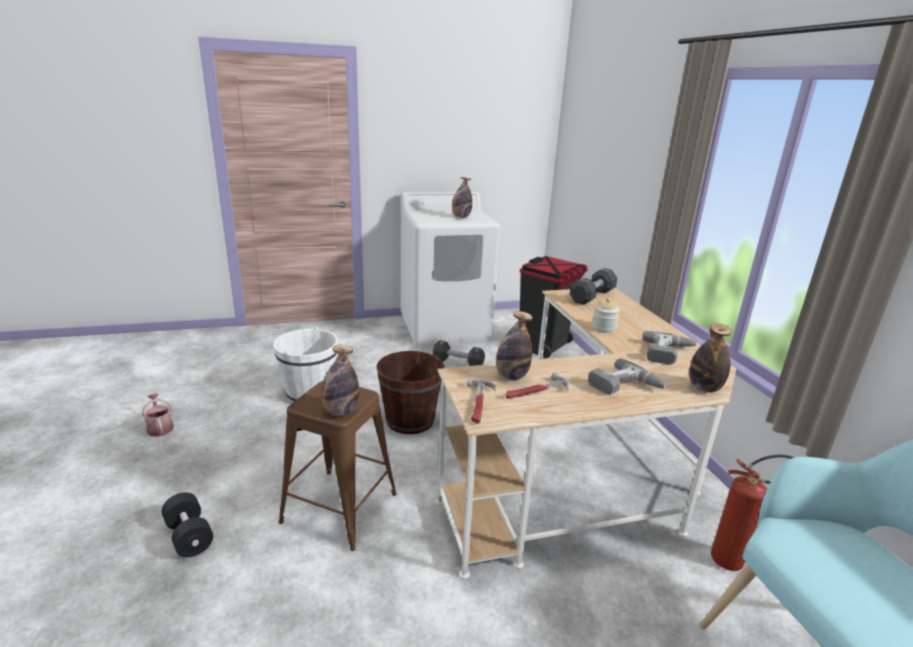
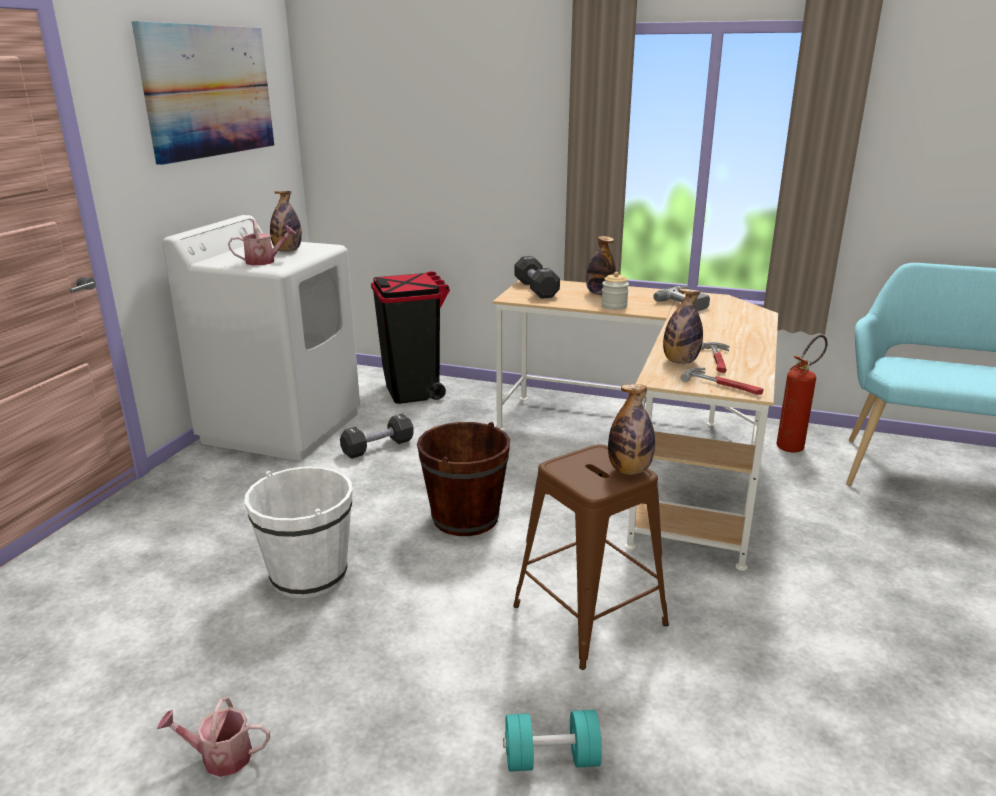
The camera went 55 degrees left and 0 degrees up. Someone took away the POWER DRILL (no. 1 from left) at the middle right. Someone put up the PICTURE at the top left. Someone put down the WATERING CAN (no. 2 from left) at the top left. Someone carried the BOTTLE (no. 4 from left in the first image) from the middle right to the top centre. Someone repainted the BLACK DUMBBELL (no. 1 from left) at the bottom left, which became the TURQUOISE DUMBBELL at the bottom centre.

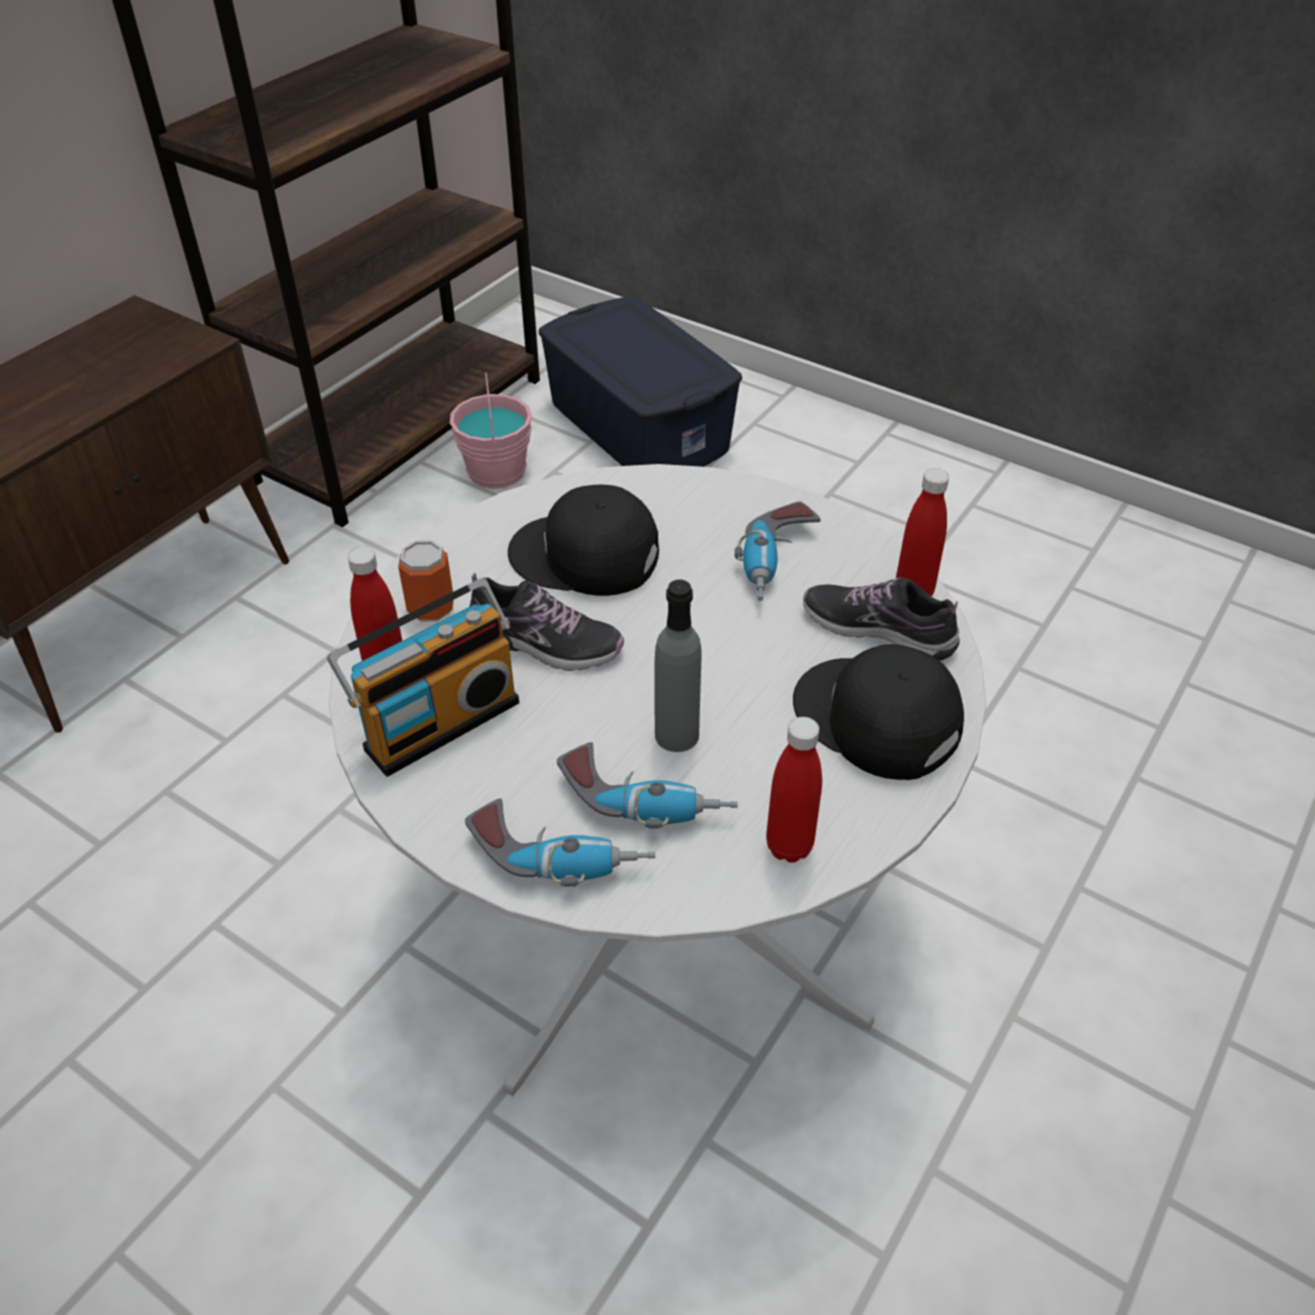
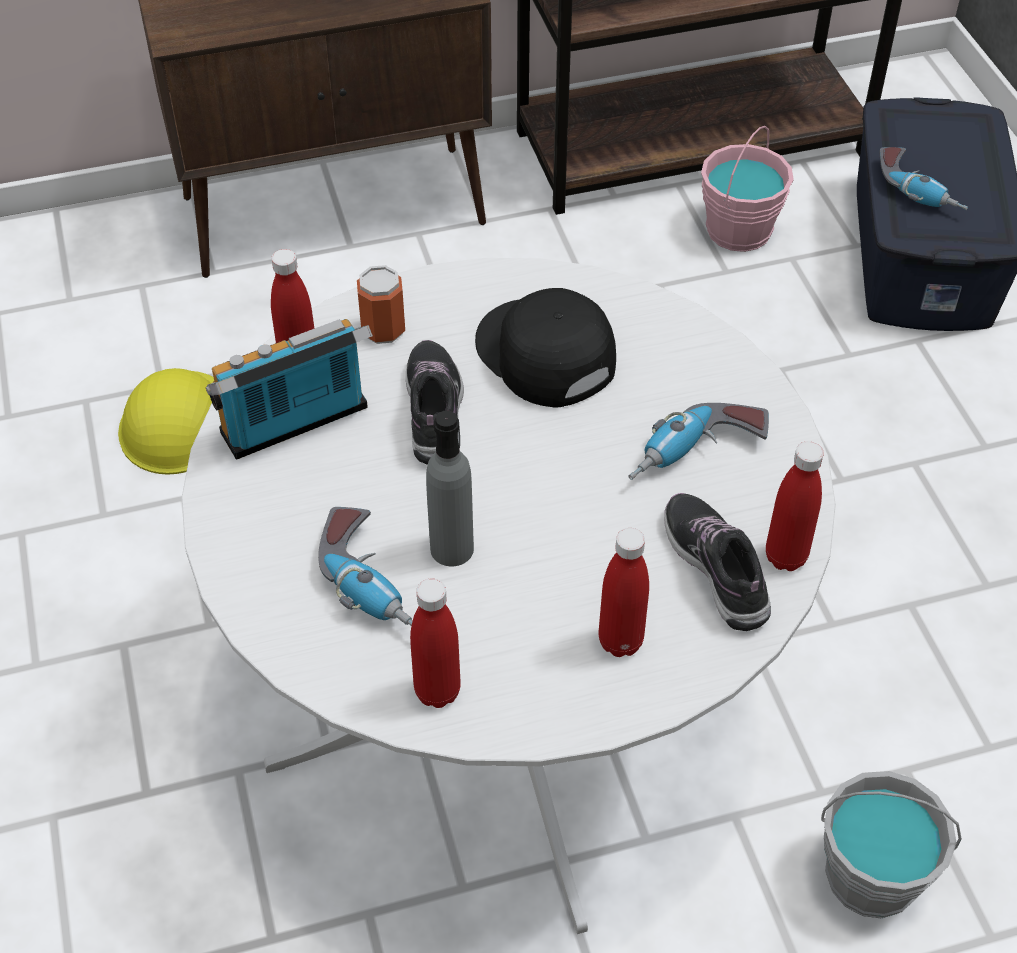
The camera went 40 degrees right and 5 degrees up. Someone put down the YELLOW HARD HAT at the middle left. Someone put down the GREY BUCKET at the bottom right. Someone carried the POWER DRILL (no. 1 from left in the first image) from the centre to the top right. Someone swapped the BLACK CAP (no. 2 from left) at the middle right for the RED BOTTLE (no. 3 from left) at the centre. Someone rotated the RADIO at the middle left by 150 degrees clockwise. Someone rotated the SHOE (no. 1 from left) at the centre by 150 degrees counterclockwise.

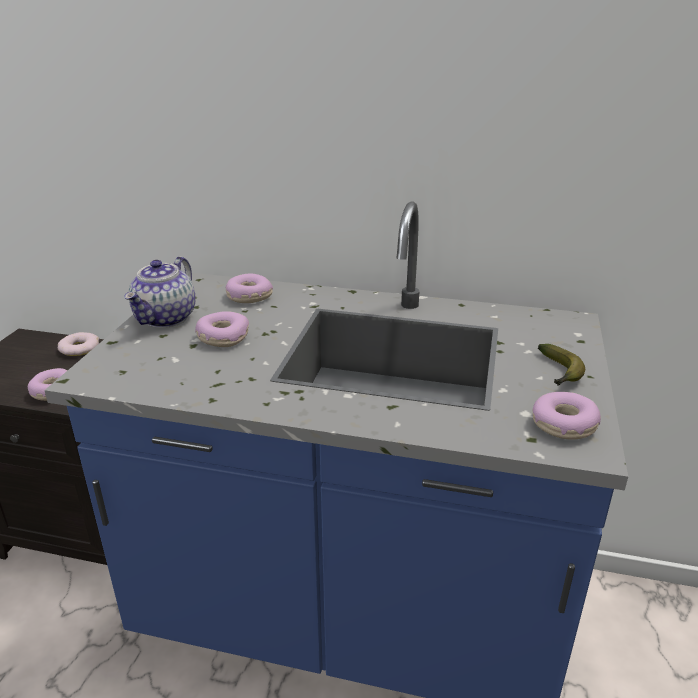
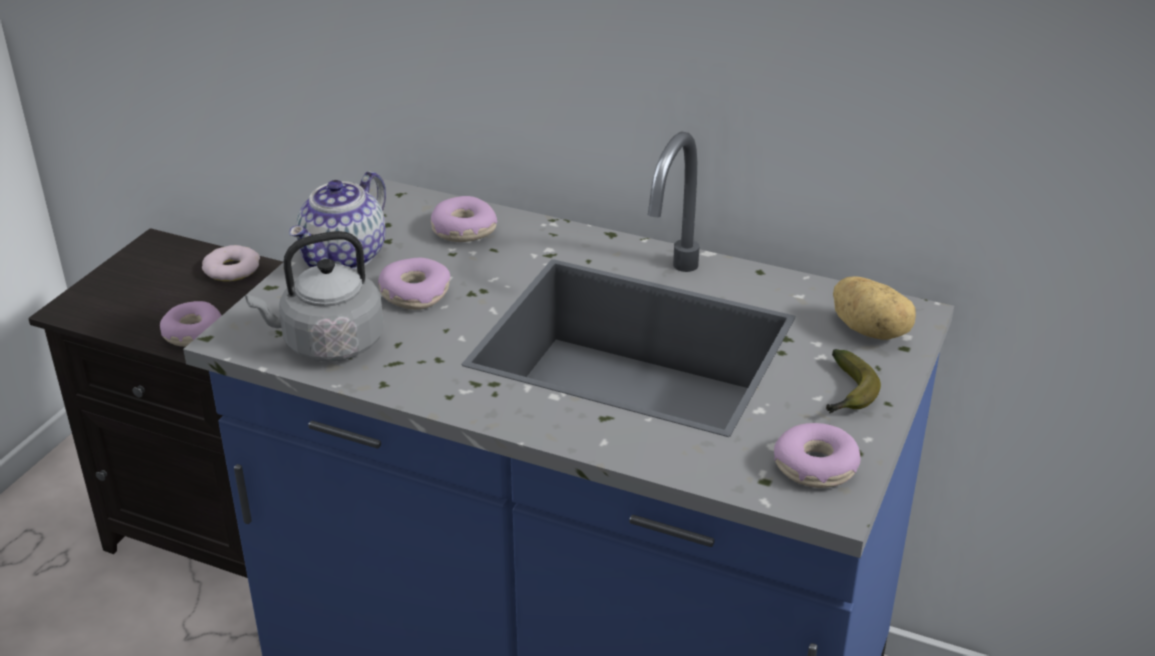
The camera went 10 degrees right and 5 degrees up. Someone put down the GREY KETTLE at the middle left. Someone put down the POTATO at the middle right.

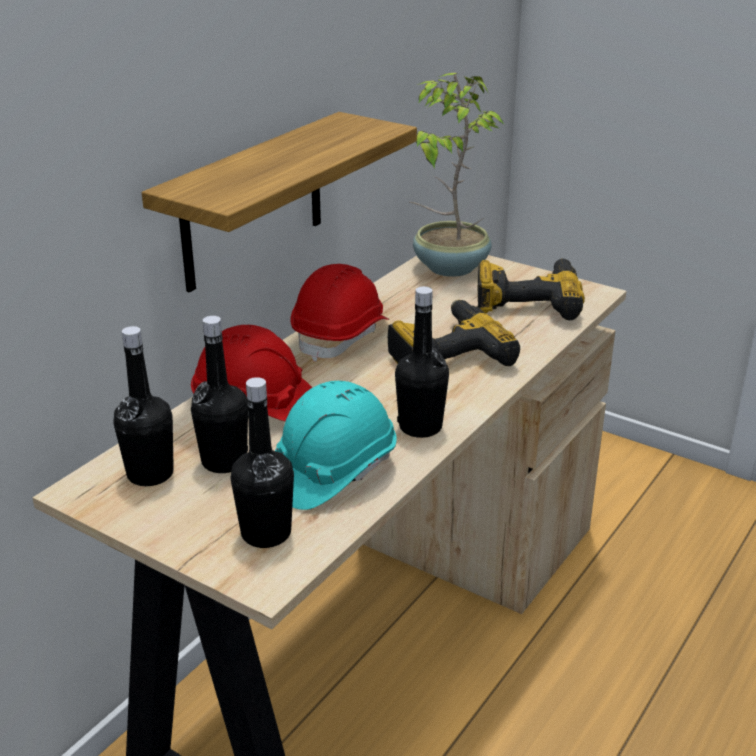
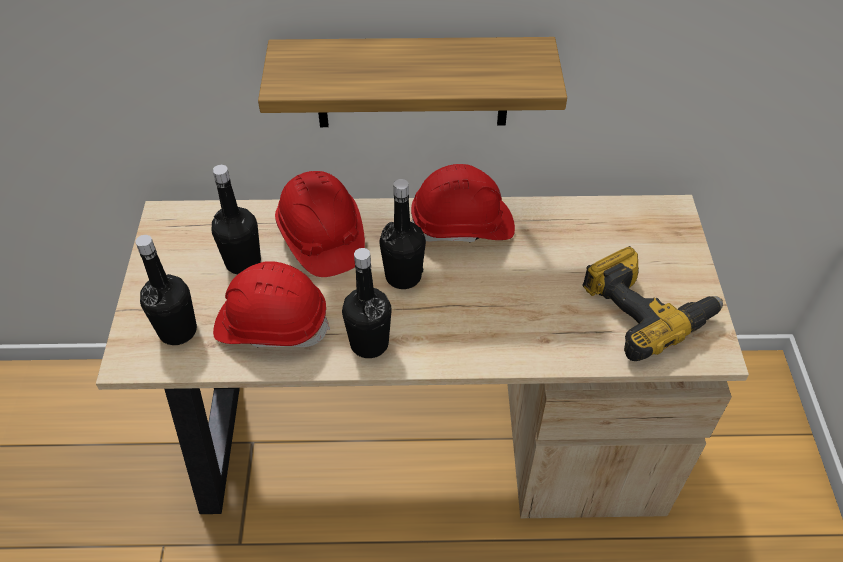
The camera went 55 degrees right and 20 degrees up. Someone took away the POWER DRILL (no. 1 from left) at the centre. Someone took away the POTTED PLANT at the top centre. Someone carried the BLACK BOTTLE (no. 1 from left in the first image) from the middle left to the centre. Someone repainted the TURQUOISE HARD HAT at the centre, which became the RED HARD HAT (no. 1 from left) at the middle left.

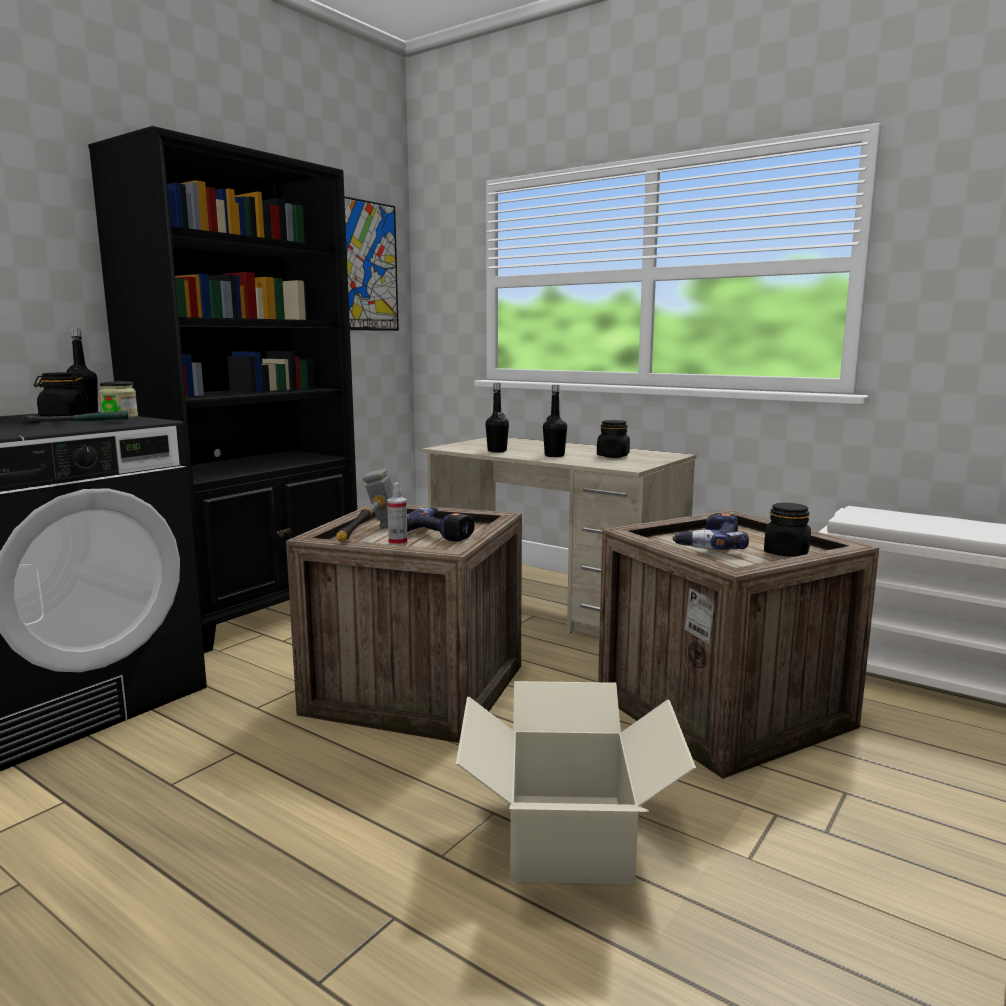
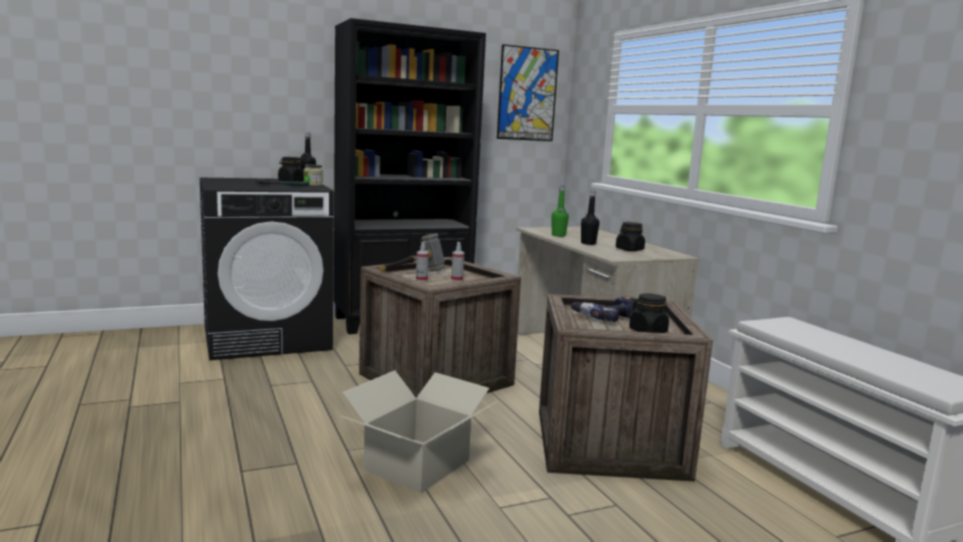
The camera went 30 degrees right and 0 degrees up. Someone swapped the POWER DRILL (no. 1 from left) at the centre for the SPRAY BOTTLE (no. 2 from left) at the centre. Someone repainted the BLACK BOTTLE (no. 2 from left) at the centre, which became the GREEN BOTTLE at the centre.

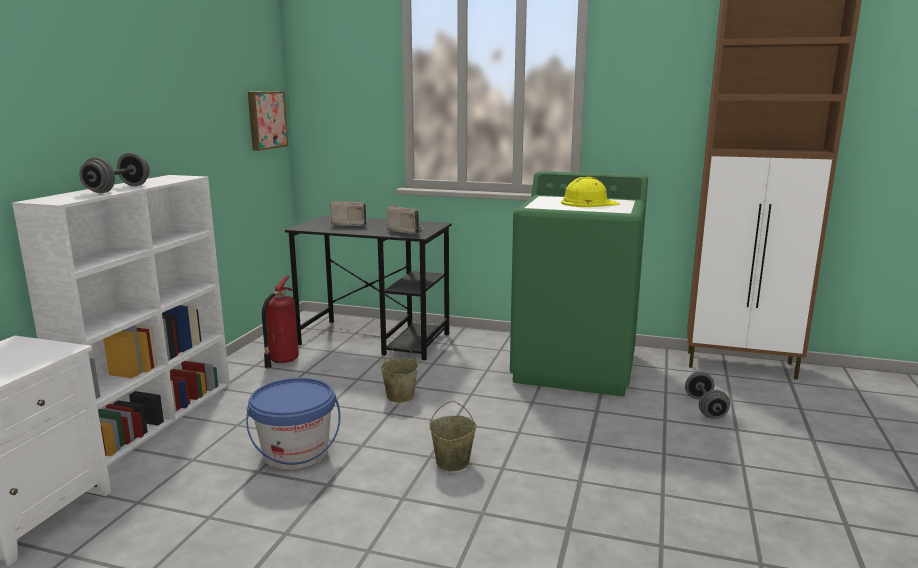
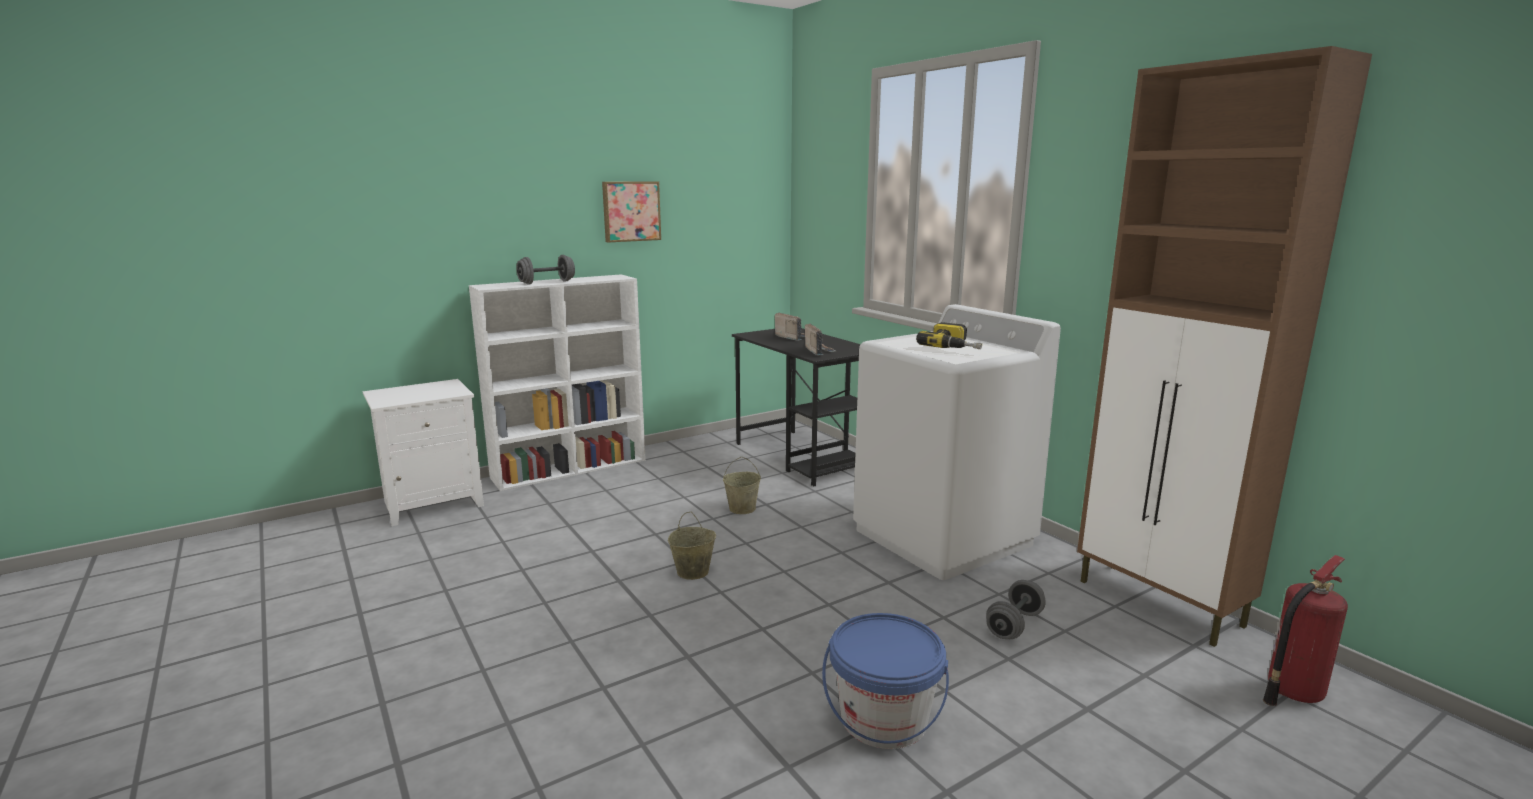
The camera went 40 degrees right and 0 degrees up. Someone carried the BLUE BUCKET from the bottom left to the bottom centre. Someone carried the PICTURE from the top left to the top centre. Someone carried the FIRE EXTINGUISHER from the middle left to the bottom right. Someone swapped the YELLOW HARD HAT at the centre for the POWER DRILL at the centre. Someone repainted the GREEN WASHING MACHINE at the centre, which became the WHITE WASHING MACHINE at the centre.

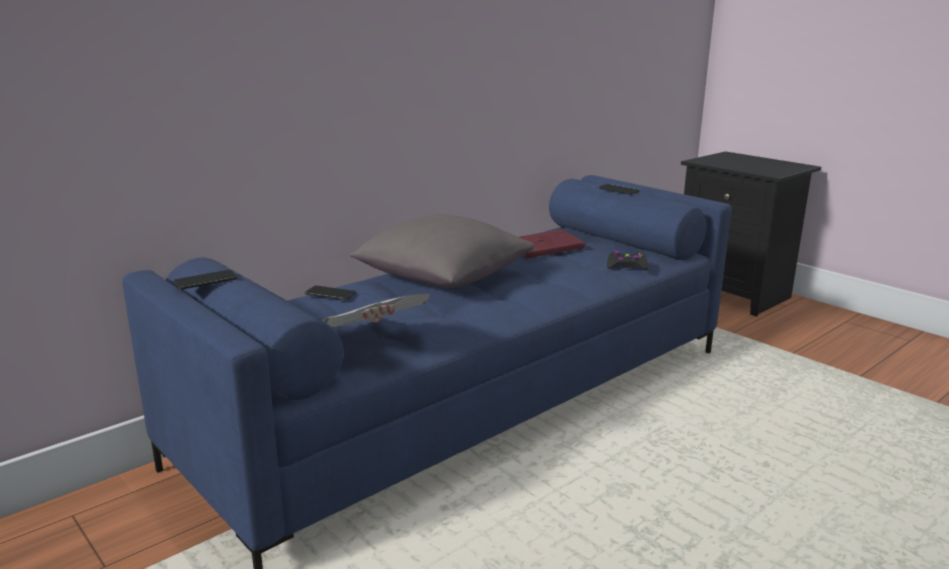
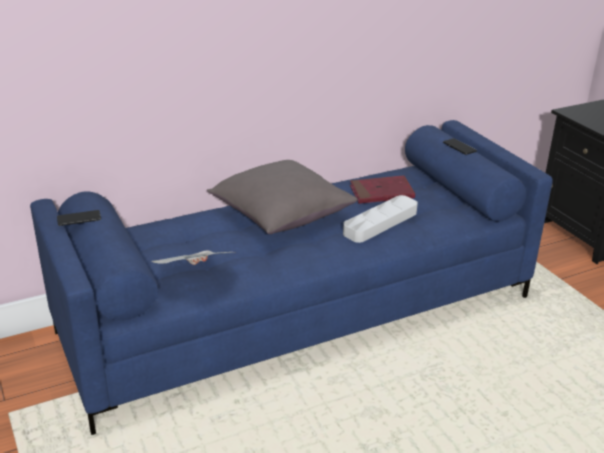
The camera went 15 degrees right and 10 degrees up. Someone took away the PHONE (no. 2 from left) at the centre. Someone took away the BLACK GAME CONTROLLER at the centre. Someone put down the GREY TRAY at the centre.

